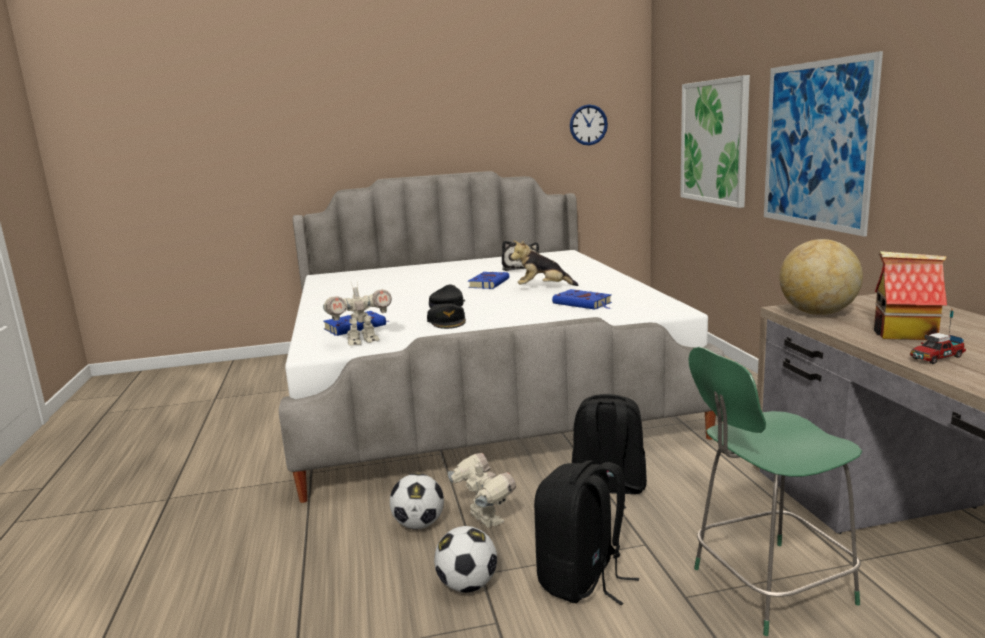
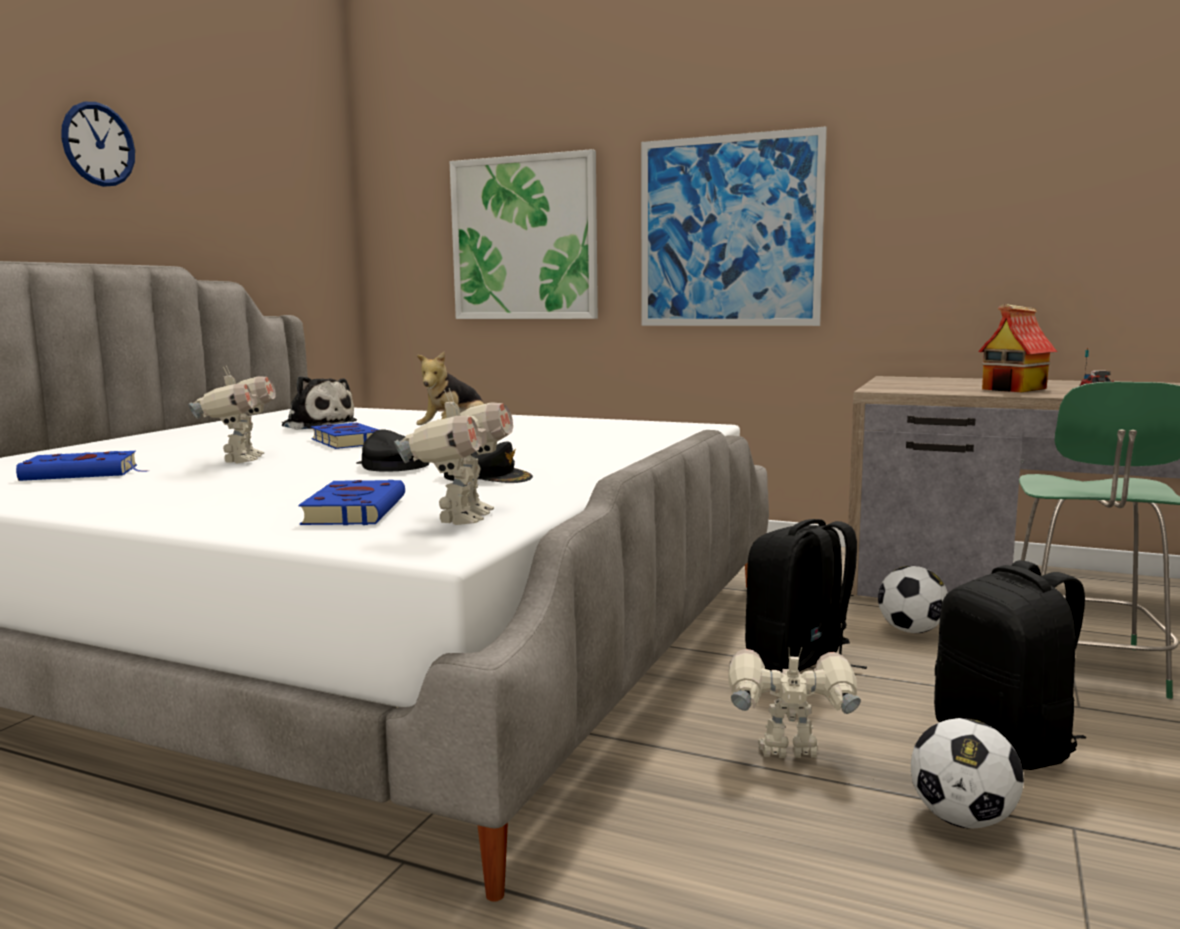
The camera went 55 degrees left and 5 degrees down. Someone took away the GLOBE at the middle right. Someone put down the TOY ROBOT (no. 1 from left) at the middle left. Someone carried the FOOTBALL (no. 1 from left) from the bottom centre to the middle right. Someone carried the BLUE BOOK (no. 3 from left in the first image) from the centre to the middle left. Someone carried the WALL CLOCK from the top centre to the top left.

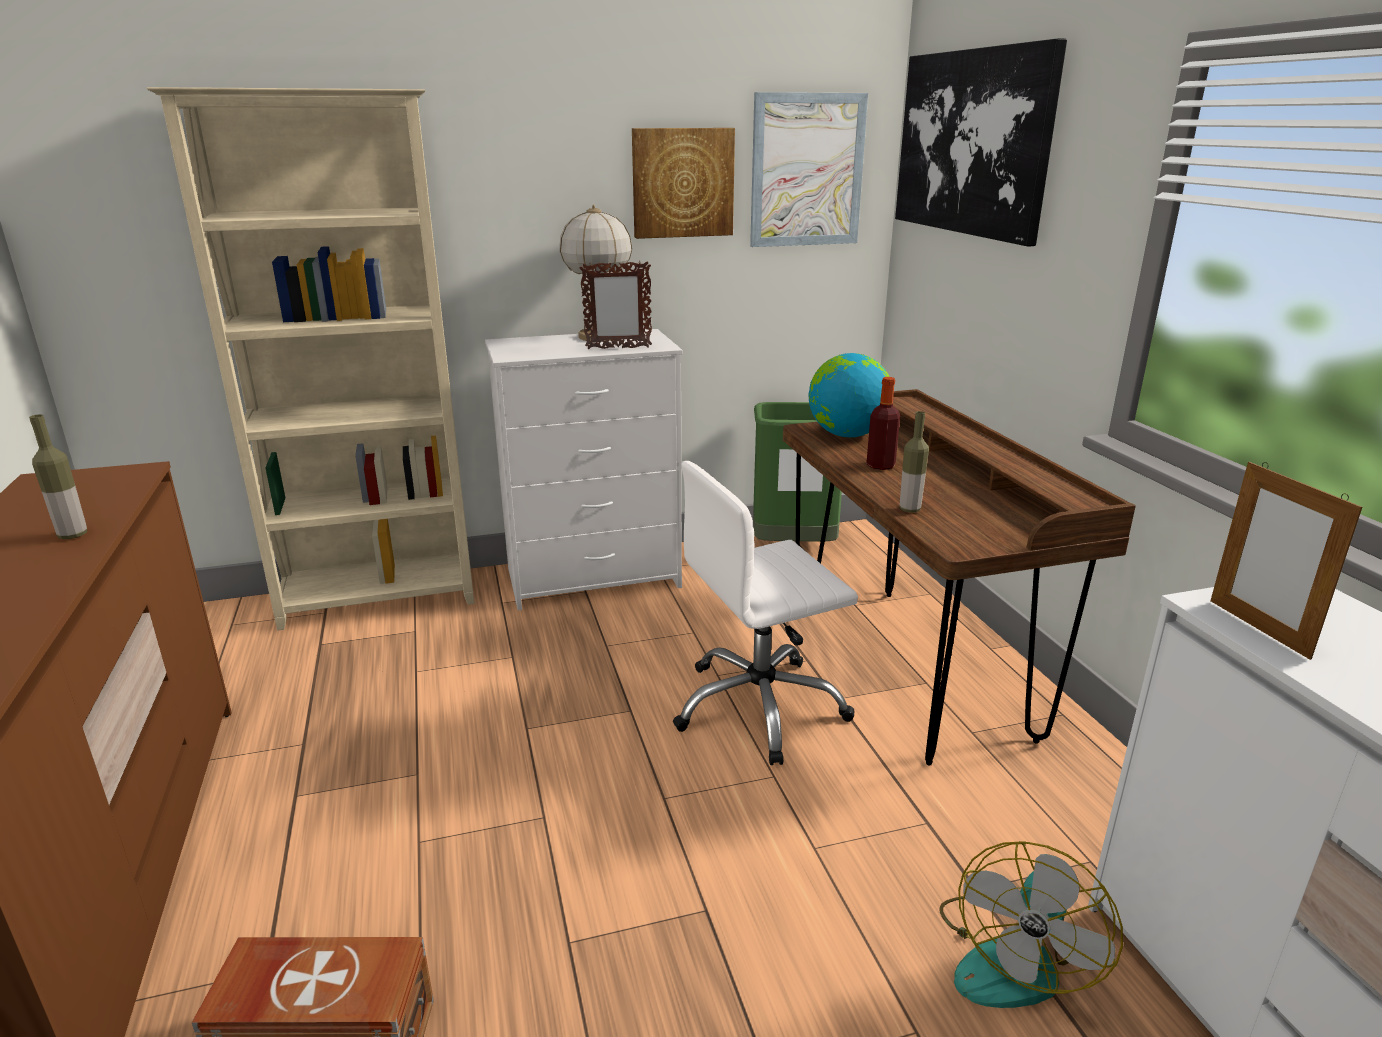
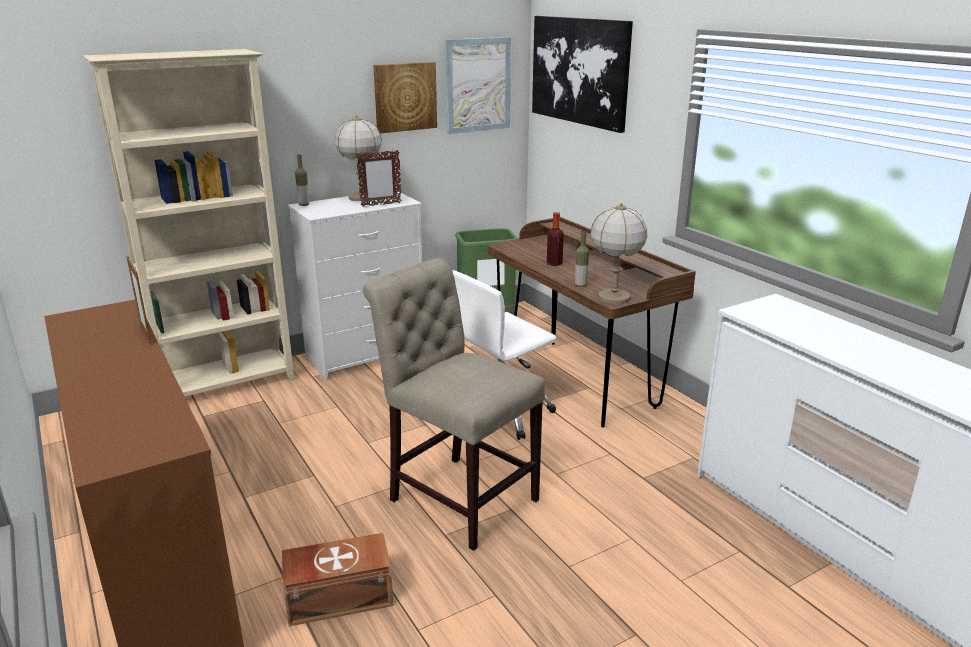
The camera went 15 degrees left and 0 degrees up. Someone took away the GLOBE at the centre. Someone took away the FAN at the bottom right. Someone put down the BEIGE CHAIR at the centre. Someone put down the TABLE LAMP (no. 2 from left) at the centre. Someone carried the BOTTLE (no. 1 from left) from the middle left to the top left. Someone carried the PICTURE FRAME (no. 2 from left in the first image) from the middle right to the middle left.

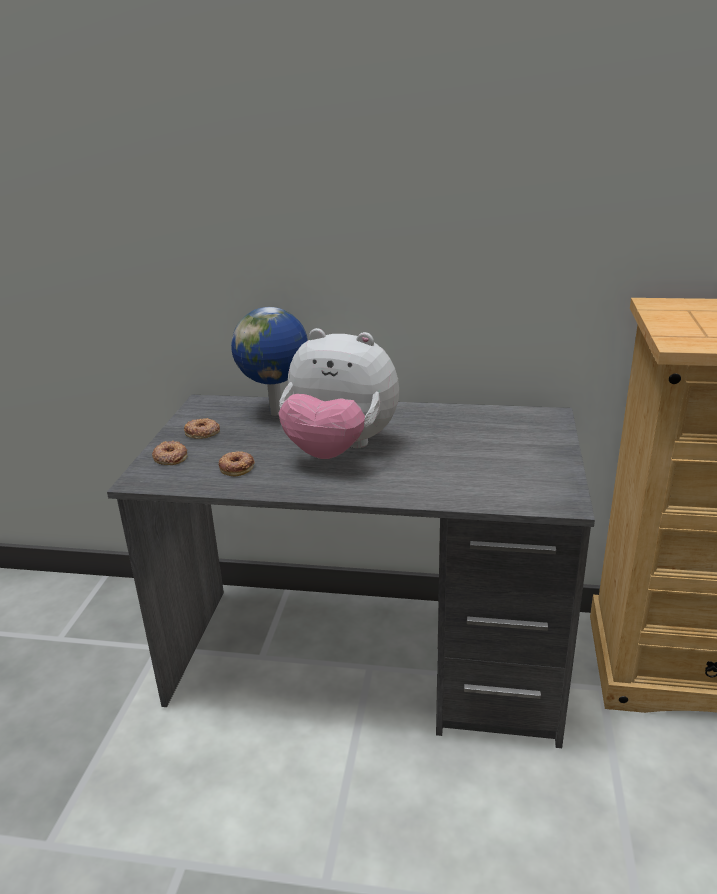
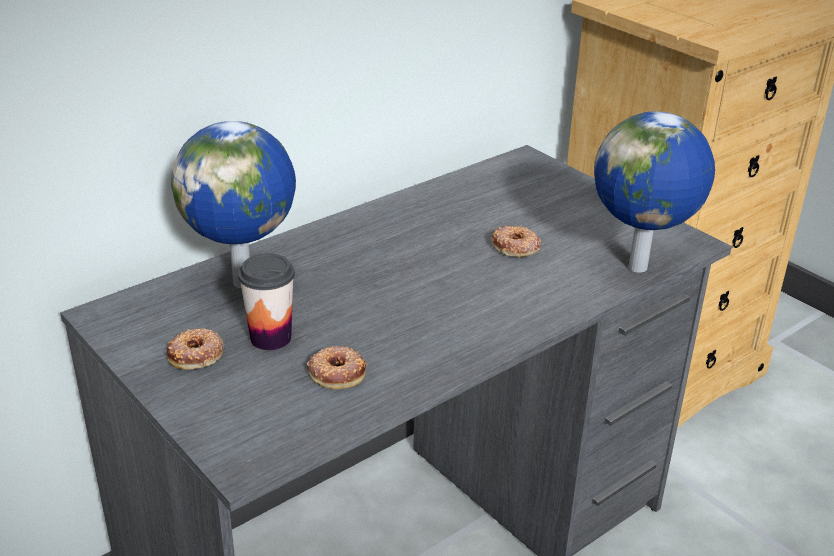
The camera went 50 degrees left and 5 degrees up. Someone took away the PLUSH TOY at the centre. Someone put down the CUP at the middle left. Someone put down the GLOBE (no. 2 from left) at the middle right. Someone carried the DONUT (no. 1 from left in the first image) from the middle left to the centre.

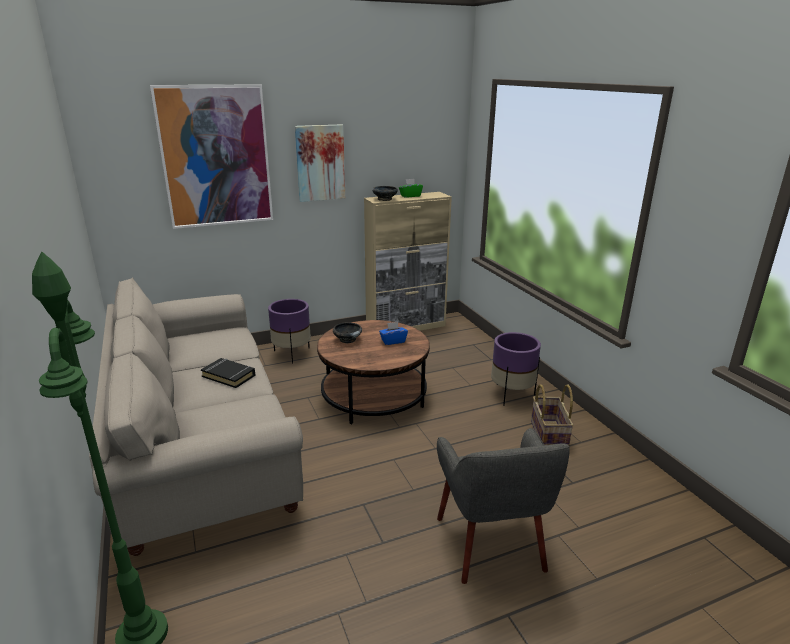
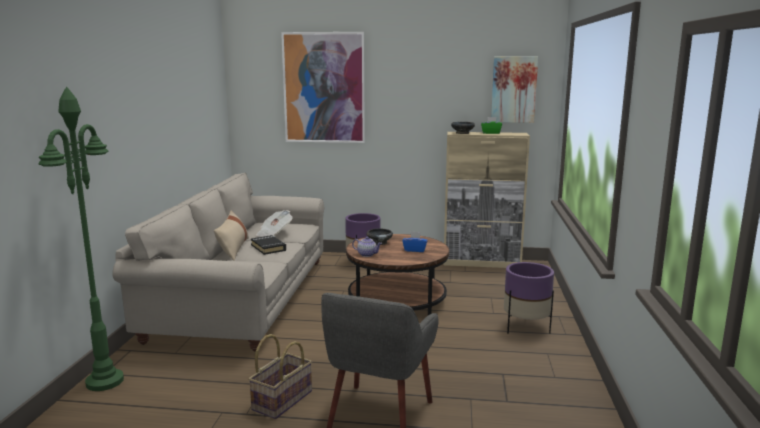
The camera went 30 degrees right and 10 degrees down. Someone put down the BEIGE PILLOW at the middle left. Someone put down the NEWSPAPER at the centre. Someone put down the TEAPOT at the centre. Someone carried the PICTURE (no. 2 from left) from the top centre to the top right. Someone carried the BASKET from the middle right to the bottom centre.

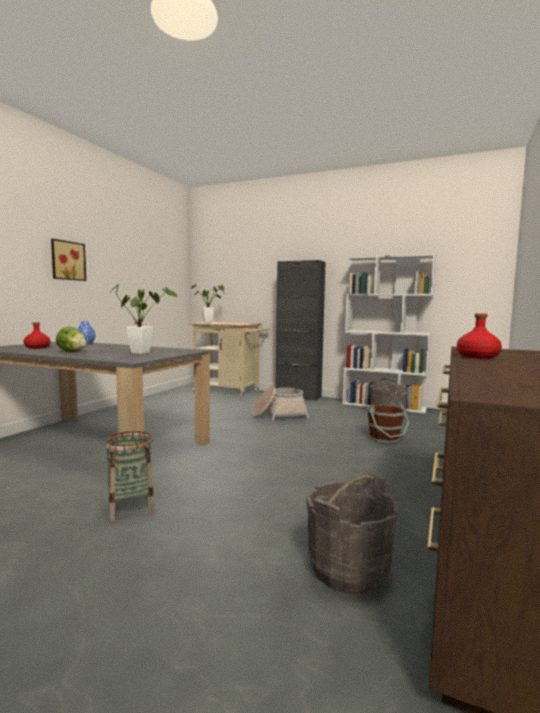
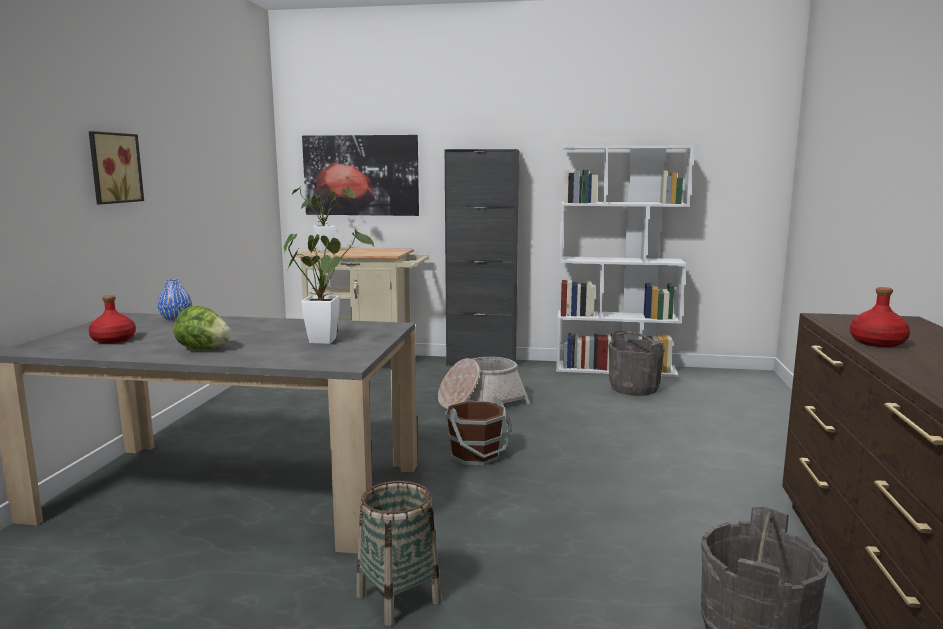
The camera went 15 degrees left and 5 degrees up. Someone put up the PICTURE (no. 2 from left) at the top centre. Someone carried the BROWN BUCKET from the middle right to the bottom centre.

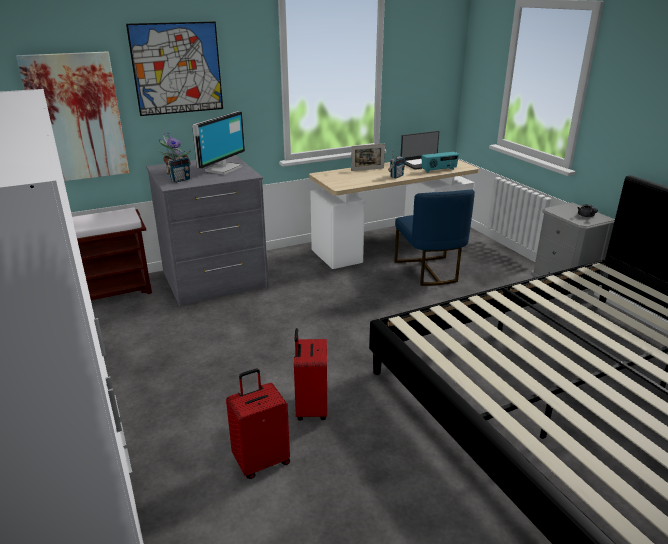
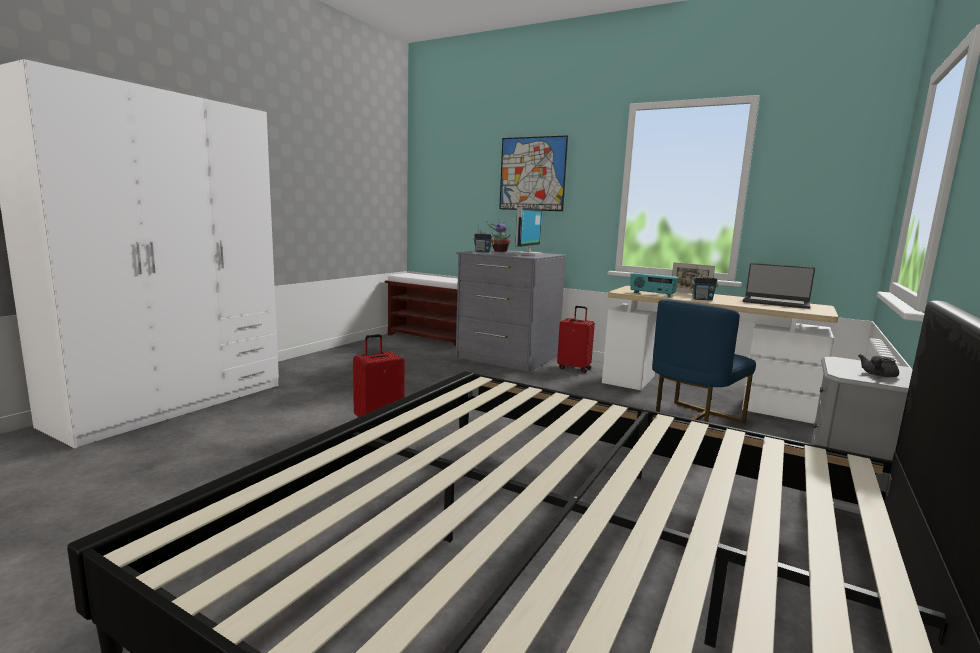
The camera went 55 degrees right and 15 degrees down. Someone took away the PICTURE (no. 1 from left) at the top left. Someone carried the RED SUITCASE (no. 1 from left in the first image) from the bottom centre to the centre. Someone carried the RADIO (no. 3 from left in the first image) from the top centre to the middle right. Someone rotated the MONITOR at the top left by 60 degrees counterclockwise.

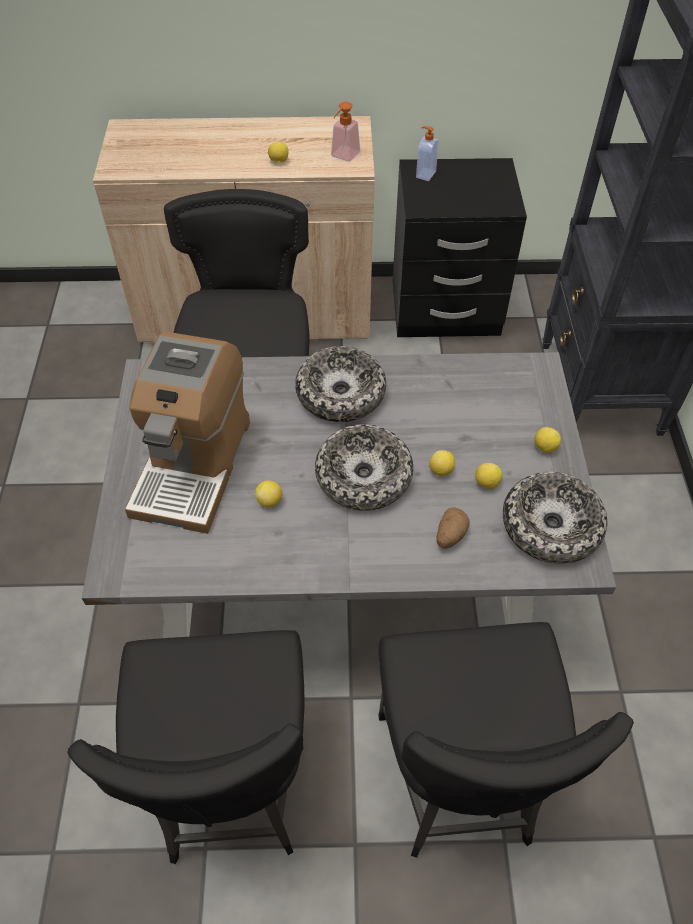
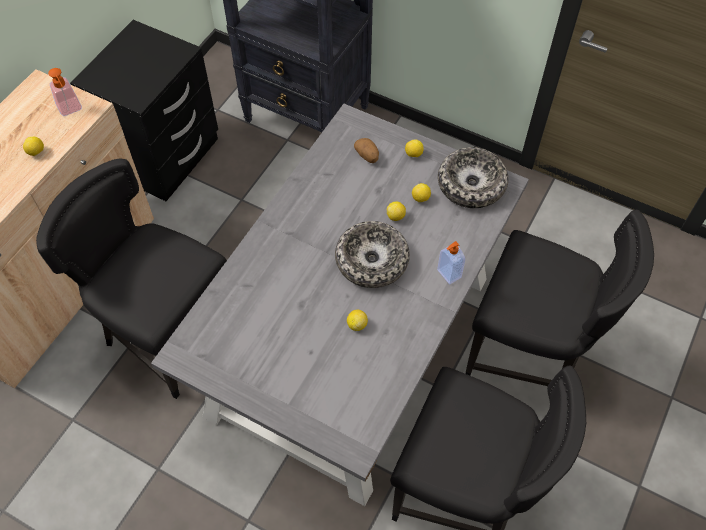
The camera went 60 degrees left and 5 degrees up. Someone took away the COFFEE MACHINE at the middle left. Someone took away the BOWL (no. 1 from left) at the centre. Someone carried the SOAP DISPENSER (no. 2 from left) from the top centre to the centre. Someone carried the POTATO from the centre to the top centre.

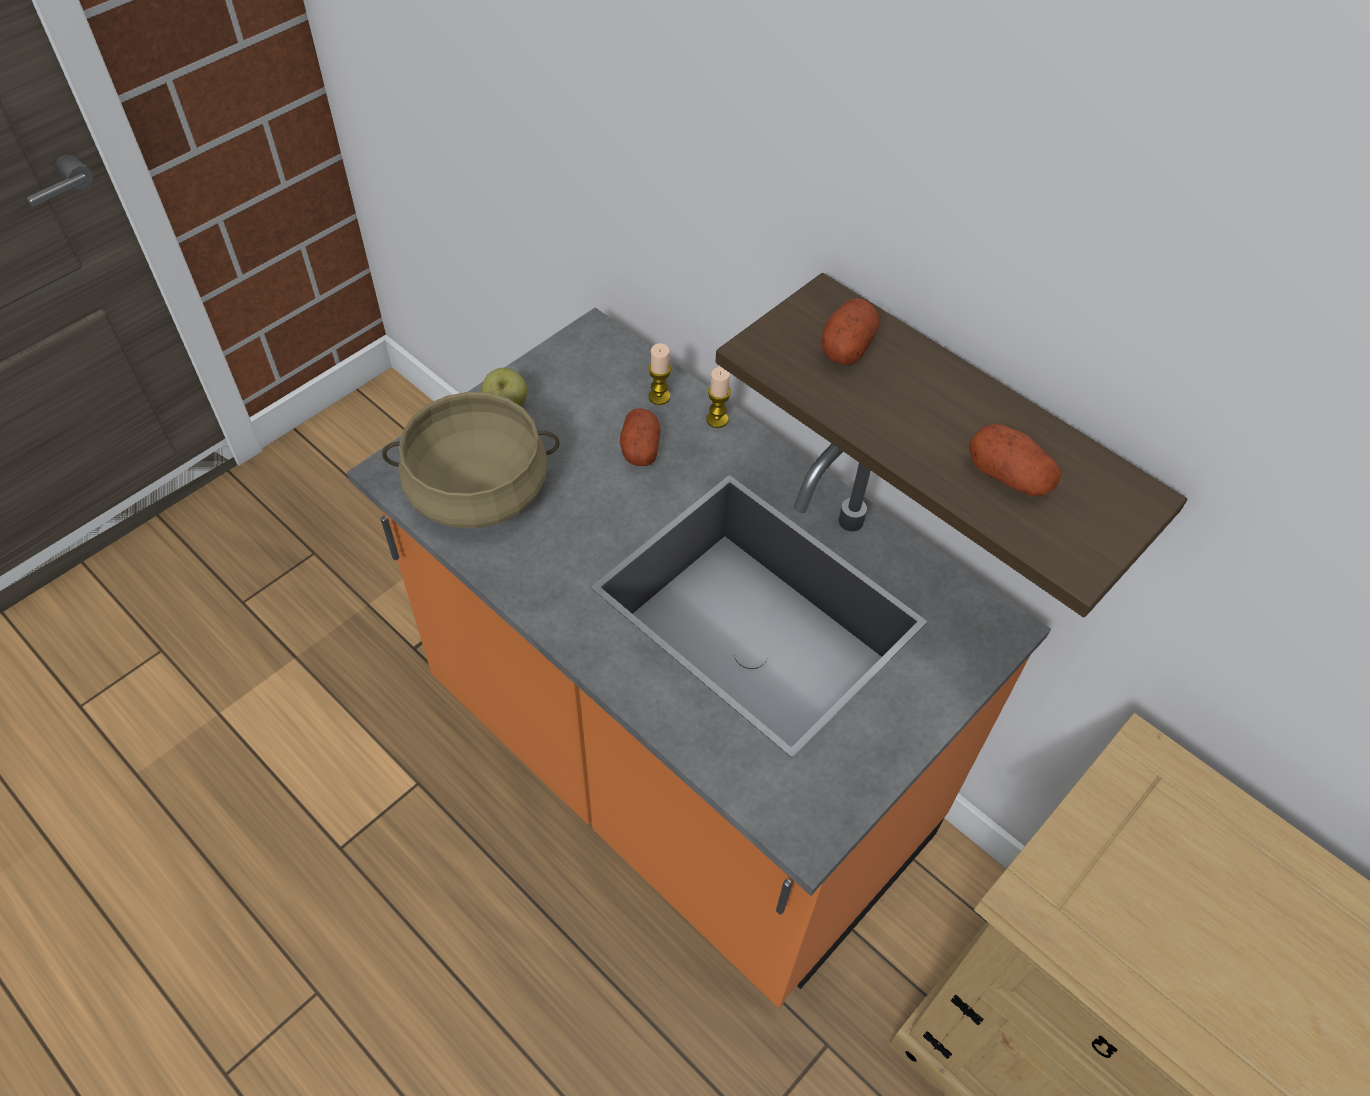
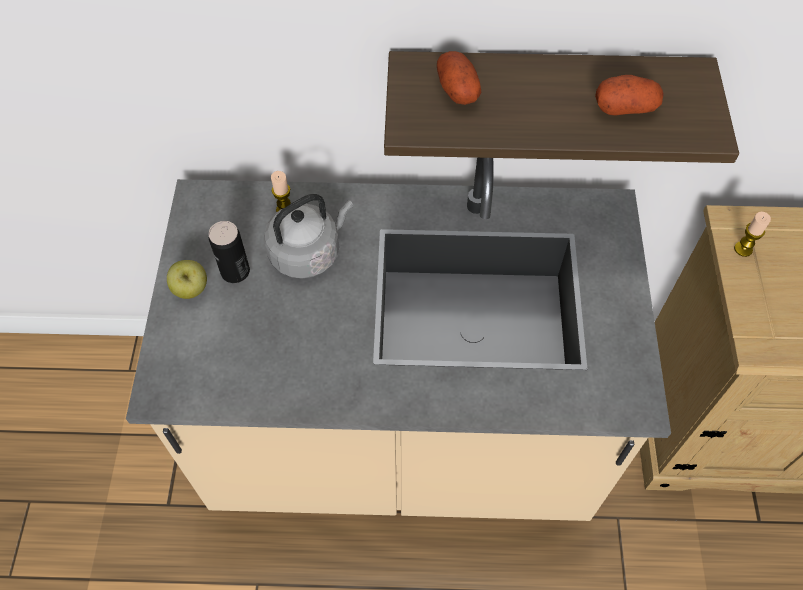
The camera went 40 degrees left and 5 degrees up. Someone took away the BEIGE COOKING POT at the centre. Someone put down the CAN at the middle left. Someone carried the CANDLE (no. 2 from left) from the centre to the middle right. Someone swapped the POTATO (no. 1 from left) at the centre for the GREY KETTLE at the centre. Someone repainted the ORANGE COUNTER at the centre, which became the BEIGE COUNTER at the centre.

